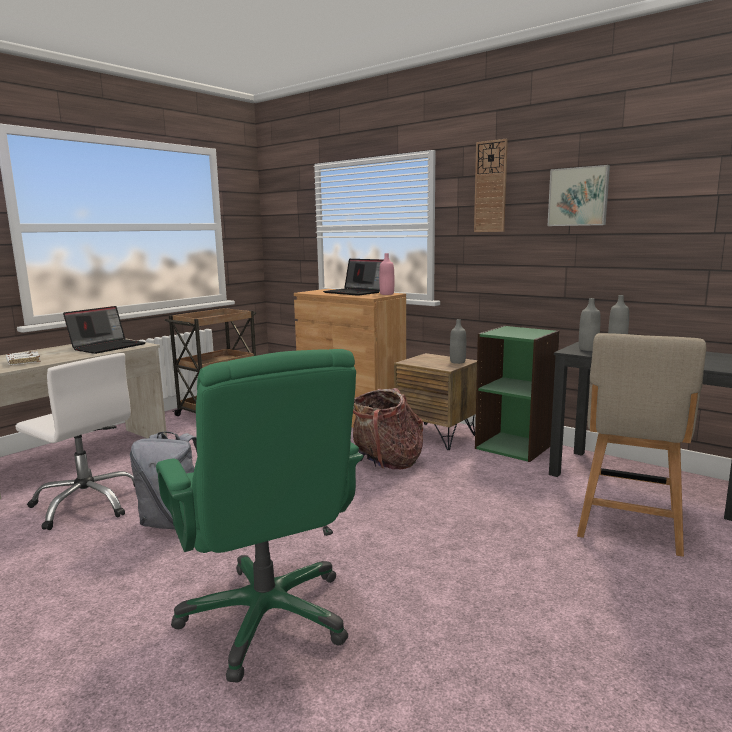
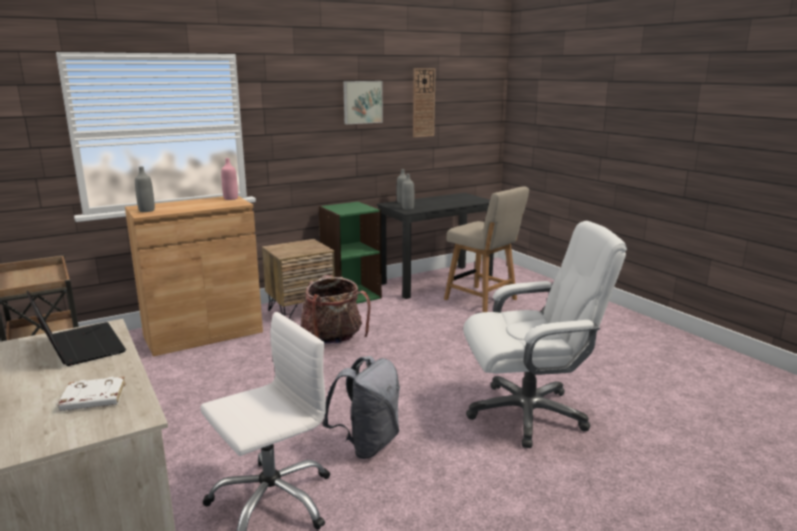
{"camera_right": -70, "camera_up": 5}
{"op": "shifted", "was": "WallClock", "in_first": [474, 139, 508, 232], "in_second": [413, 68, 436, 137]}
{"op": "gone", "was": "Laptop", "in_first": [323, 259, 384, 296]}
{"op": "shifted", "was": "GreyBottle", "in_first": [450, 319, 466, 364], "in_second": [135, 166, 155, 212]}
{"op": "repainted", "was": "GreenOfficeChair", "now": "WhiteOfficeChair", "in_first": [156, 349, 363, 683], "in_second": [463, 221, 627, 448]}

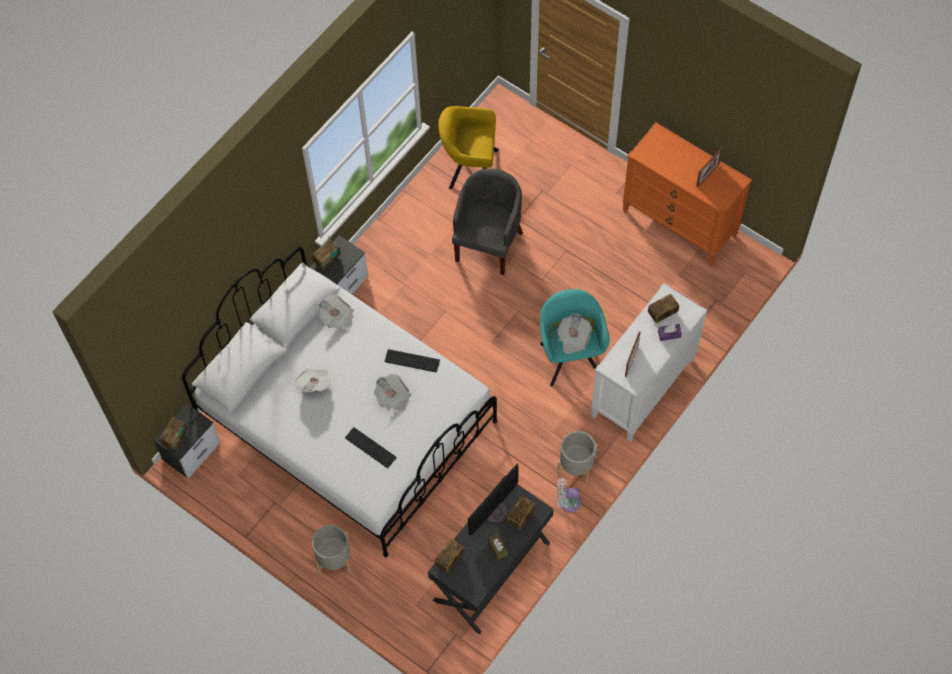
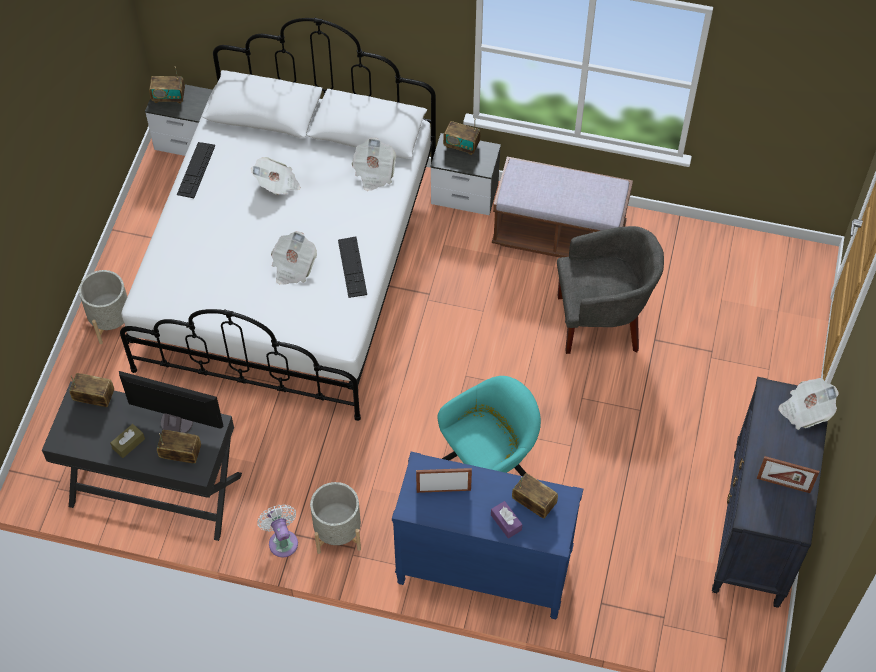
{"camera_right": 65, "camera_up": -5}
{"op": "gone", "was": "YellowArmchair", "in_first": [438, 106, 499, 189]}
{"op": "repainted", "was": "OrangeDresser", "now": "BlackDresser", "in_first": [622, 122, 752, 266], "in_second": [712, 377, 828, 608]}
{"op": "repainted", "was": "WhiteDresser", "now": "BlueDresser", "in_first": [591, 283, 707, 442], "in_second": [392, 452, 583, 620]}
{"op": "shifted", "was": "Newspaper", "in_first": [557, 313, 592, 354], "in_second": [779, 378, 839, 430]}
{"op": "shifted", "was": "Keyboard", "in_first": [345, 427, 397, 468], "in_second": [177, 142, 215, 198]}
{"op": "new", "now": "BrownBench", "in_second": [492, 157, 633, 258]}

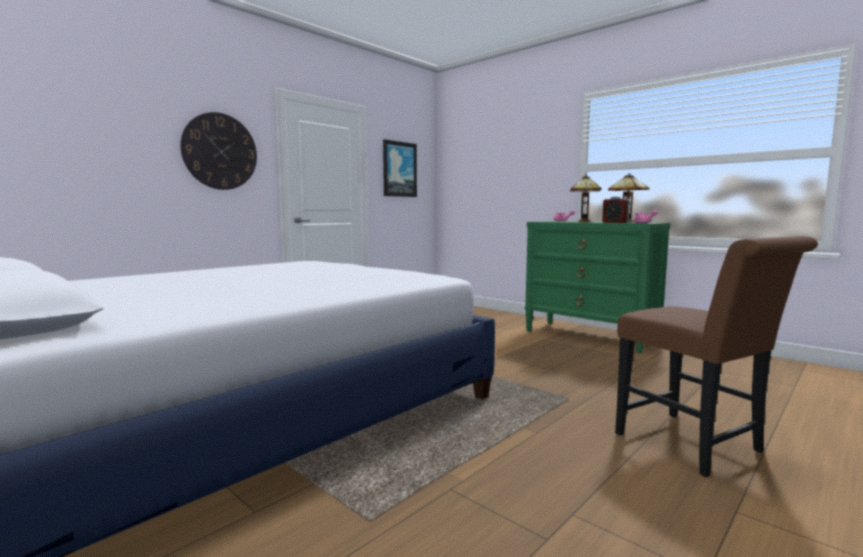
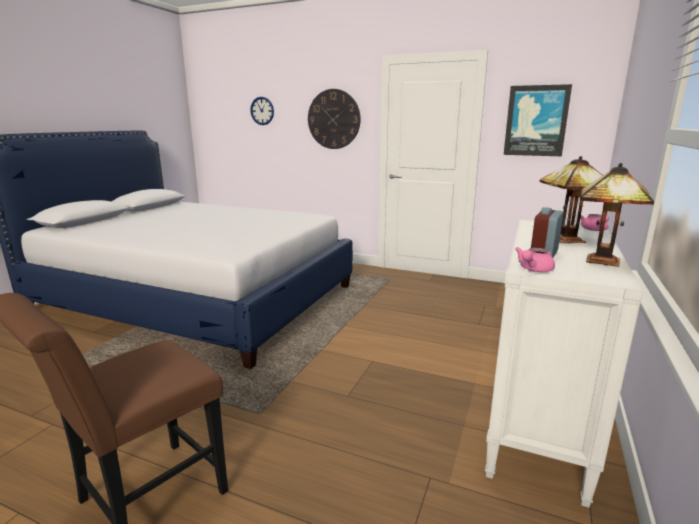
{"camera_right": 70, "camera_up": 10}
{"op": "repainted", "was": "GreenDresser", "now": "WhiteDresser", "in_first": [525, 221, 671, 353], "in_second": [485, 219, 643, 508]}
{"op": "new", "now": "WallClock", "in_second": [250, 97, 274, 125]}

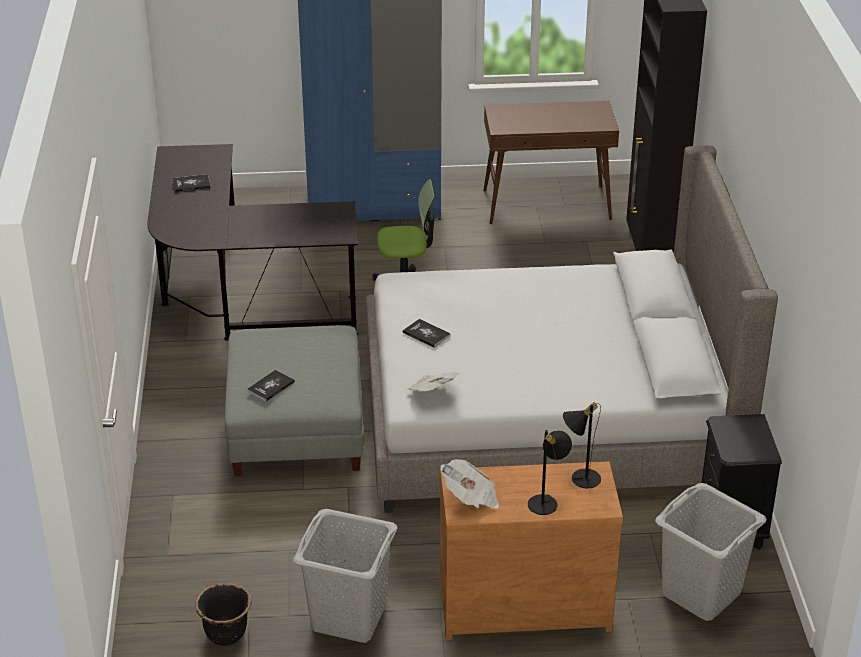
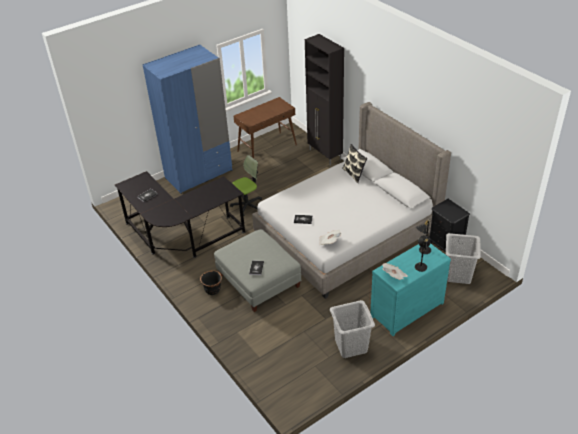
{"camera_right": -30, "camera_up": 5}
{"op": "repainted", "was": "BrownDresser", "now": "TurquoiseDresser", "in_first": [440, 461, 623, 640], "in_second": [370, 243, 451, 336]}
{"op": "shifted", "was": "BlackPlanter", "in_first": [195, 582, 252, 646], "in_second": [200, 270, 222, 295]}
{"op": "new", "now": "Pillow", "in_second": [342, 144, 367, 183]}

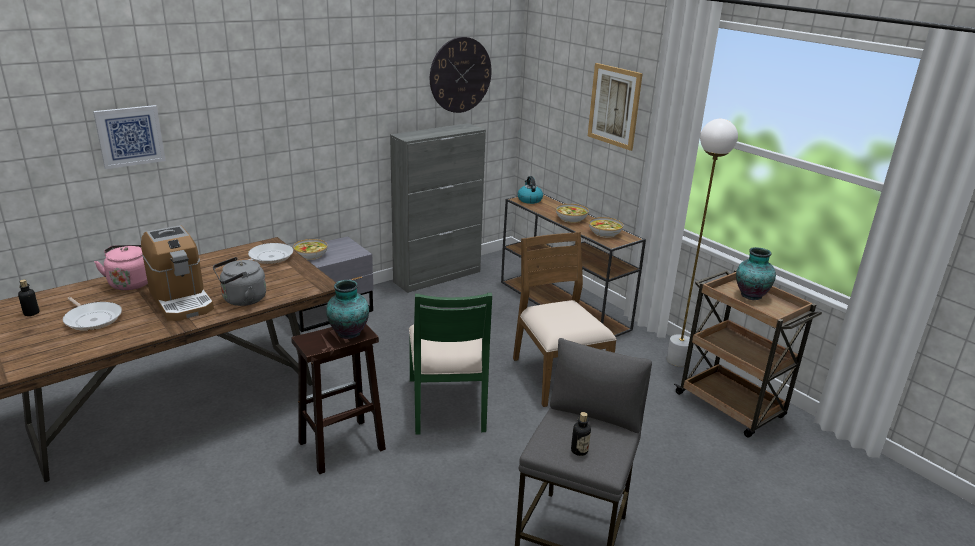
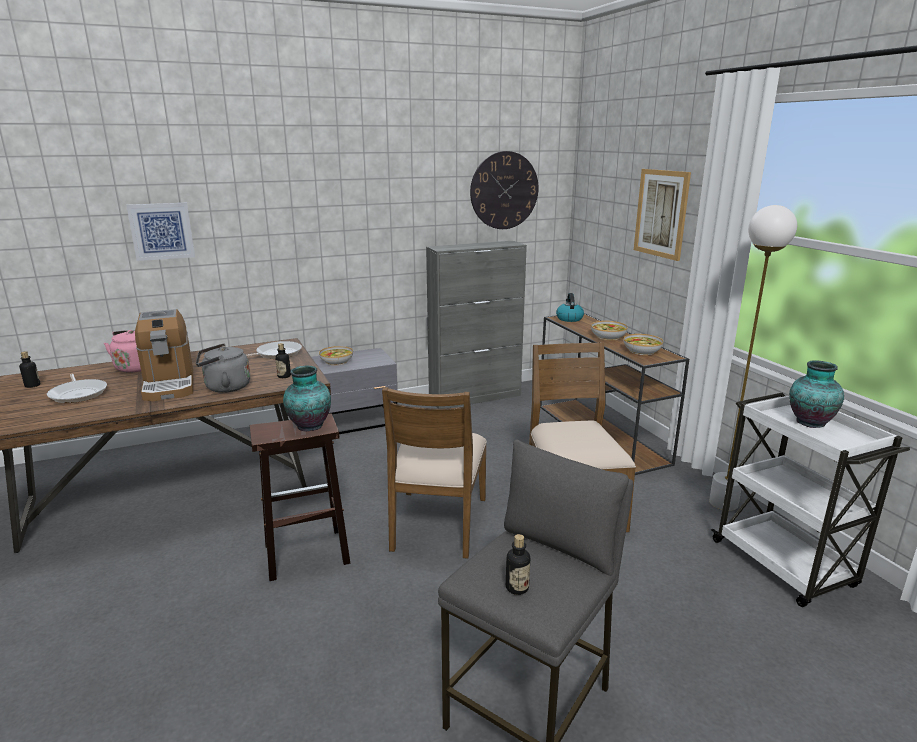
{"camera_right": 15, "camera_up": -5}
{"op": "repainted", "was": "BrownCart", "now": "WhiteCart", "in_first": [674, 270, 822, 438], "in_second": [711, 393, 910, 607]}
{"op": "repainted", "was": "GreenChair", "now": "BrownChair", "in_first": [409, 293, 492, 435], "in_second": [382, 387, 487, 559]}
{"op": "new", "now": "Bottle", "in_second": [275, 343, 291, 378]}

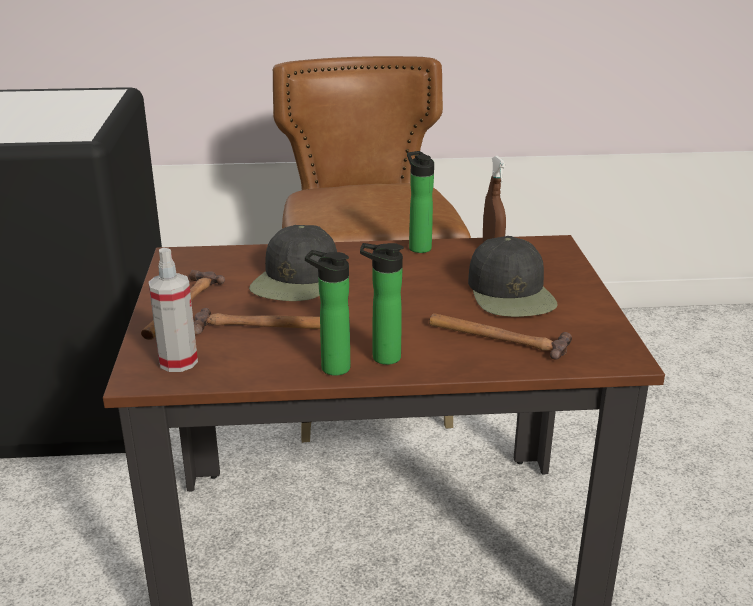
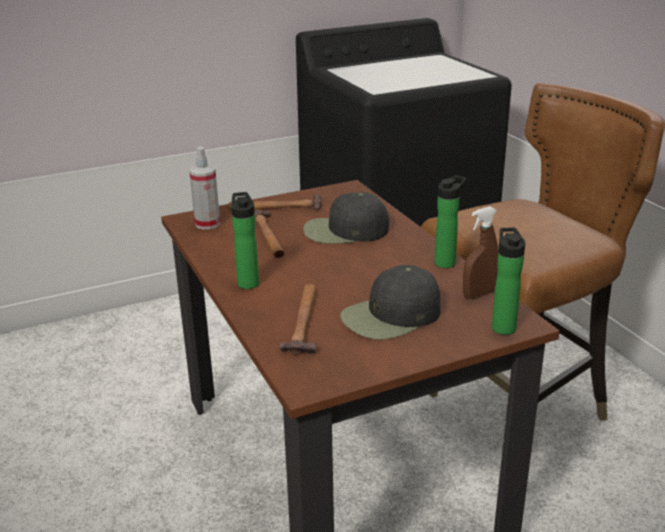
{"camera_right": 70, "camera_up": 0}
{"op": "shifted", "was": "Bottle", "in_first": [305, 250, 350, 376], "in_second": [492, 228, 525, 335]}

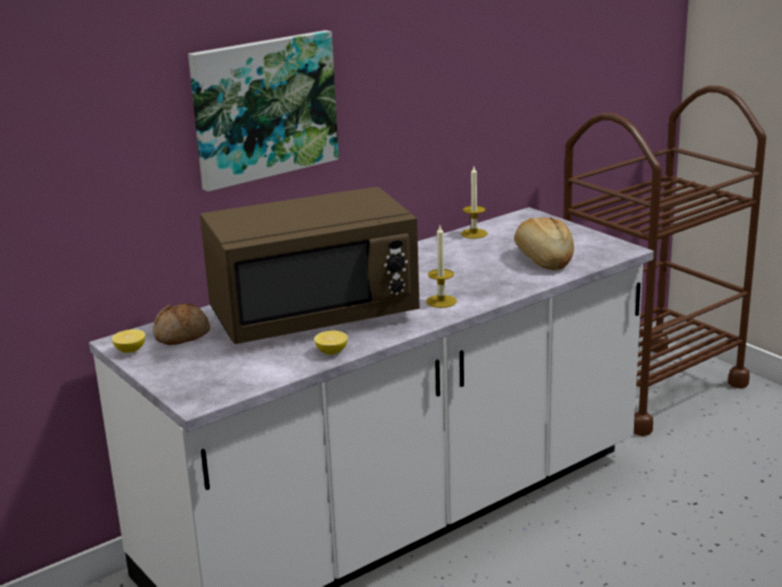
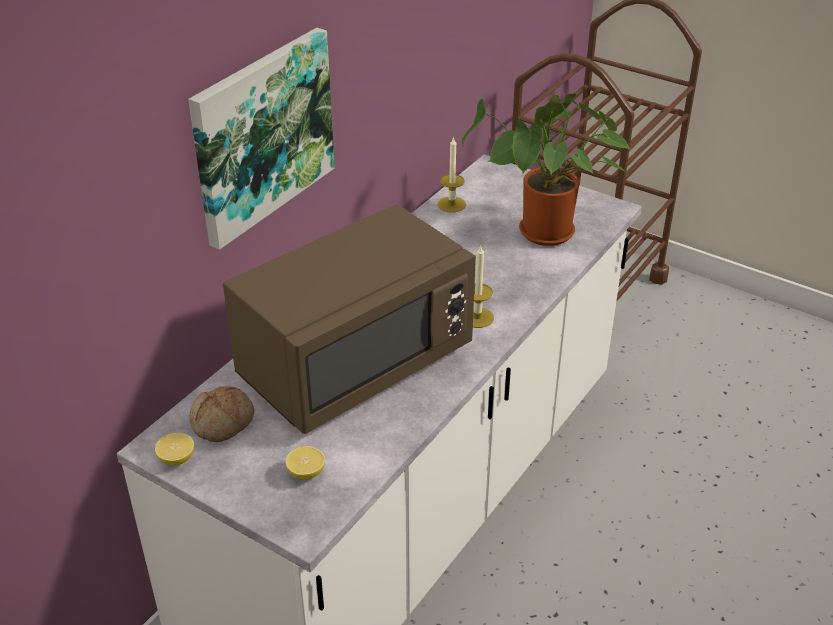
{"camera_right": -20, "camera_up": 15}
{"op": "swapped", "was": "Bread", "now": "PottedPlant", "in_first": [514, 217, 574, 270], "in_second": [462, 93, 631, 246]}
{"op": "shifted", "was": "Lemon", "in_first": [314, 331, 348, 355], "in_second": [285, 446, 325, 480]}

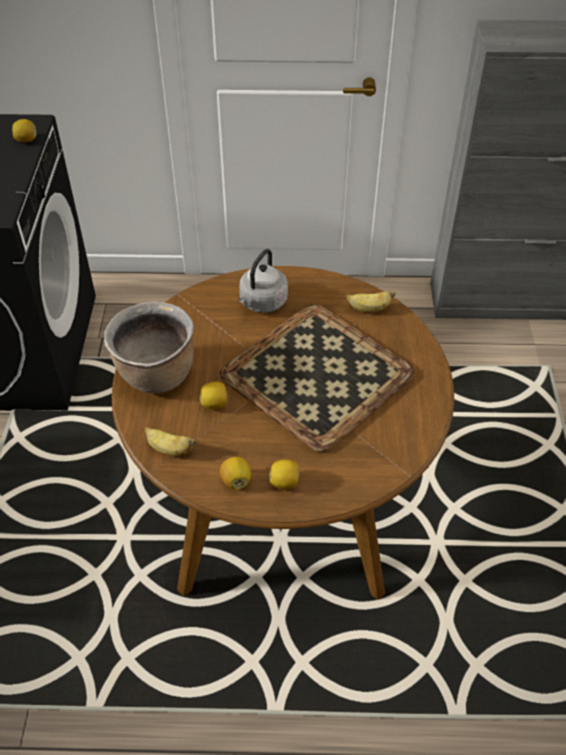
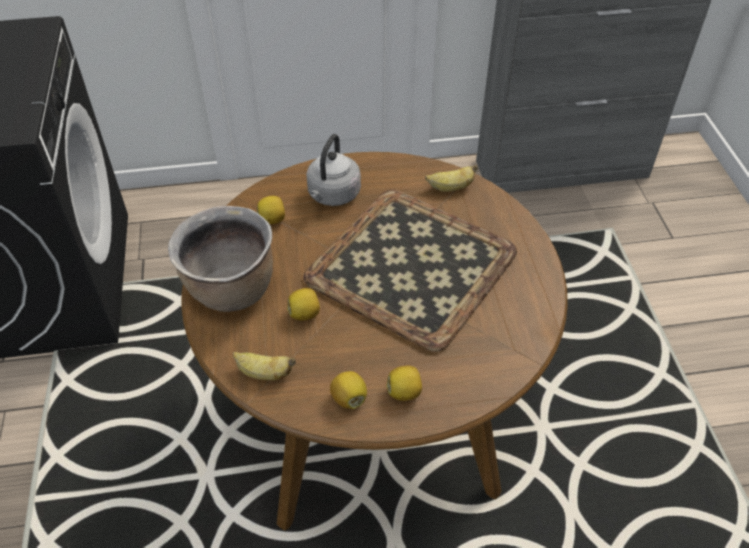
{"camera_right": -10, "camera_up": 0}
{"op": "shifted", "was": "Lemon", "in_first": [12, 119, 37, 142], "in_second": [257, 196, 285, 224]}

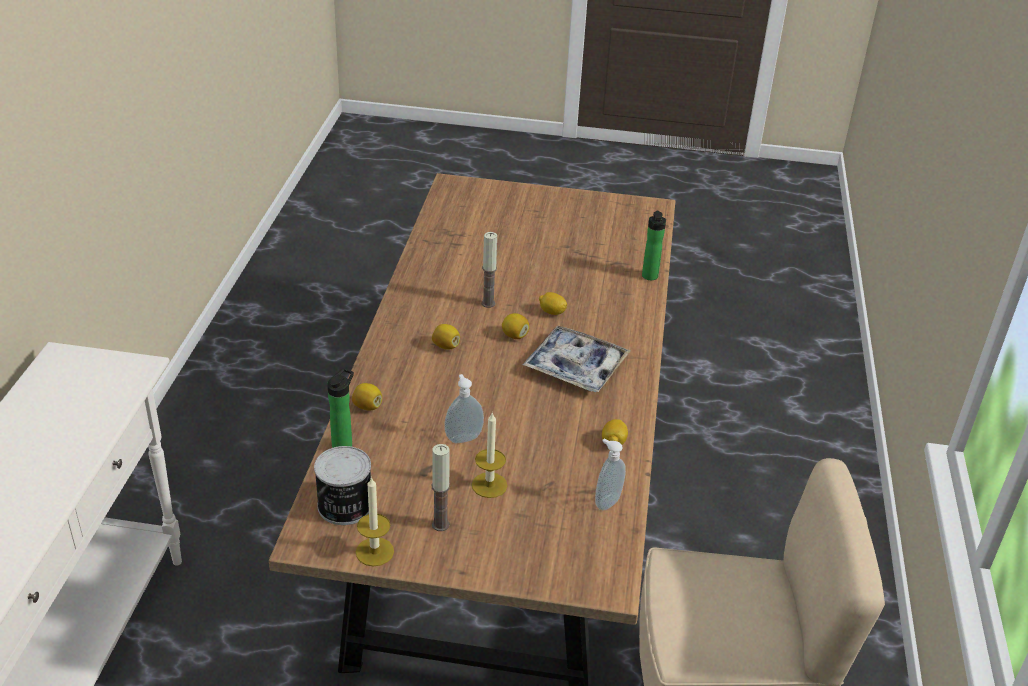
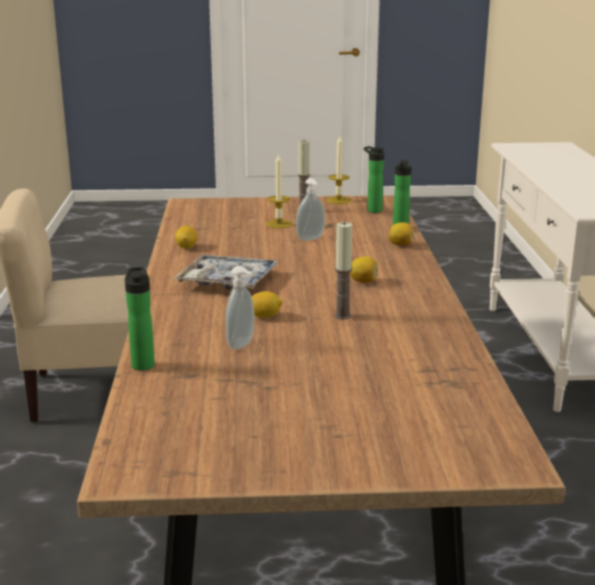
{"camera_right": 170, "camera_up": -15}
{"op": "gone", "was": "Lemon", "in_first": [502, 313, 530, 339]}
{"op": "shifted", "was": "SoapDispenser", "in_first": [595, 439, 626, 510], "in_second": [226, 266, 254, 350]}
{"op": "swapped", "was": "Can", "now": "Bottle", "in_first": [314, 446, 371, 525], "in_second": [364, 146, 384, 213]}

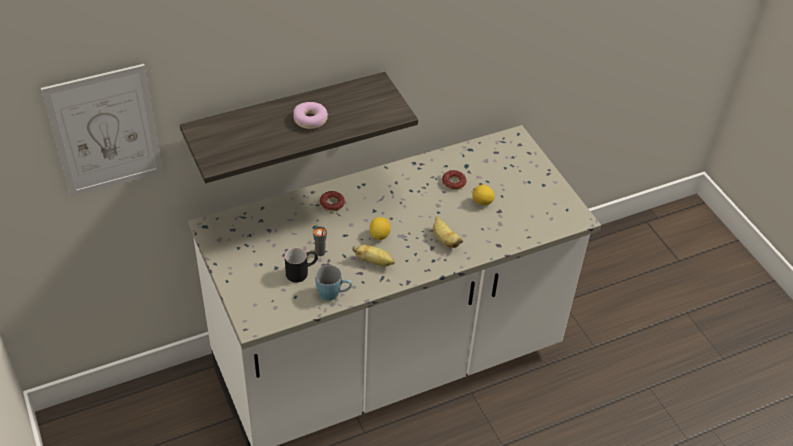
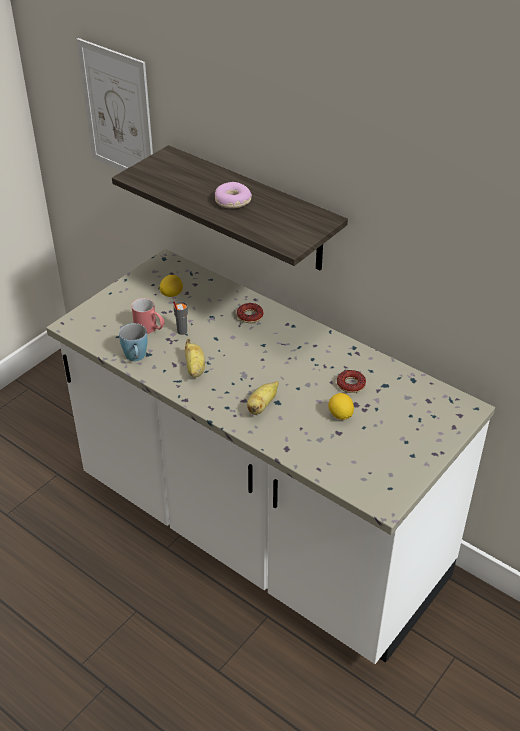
{"camera_right": 65, "camera_up": -5}
{"op": "shifted", "was": "Lemon", "in_first": [370, 217, 391, 240], "in_second": [160, 275, 183, 297]}
{"op": "repainted", "was": "BlackMug", "now": "RedMug", "in_first": [285, 248, 318, 283], "in_second": [131, 298, 165, 334]}

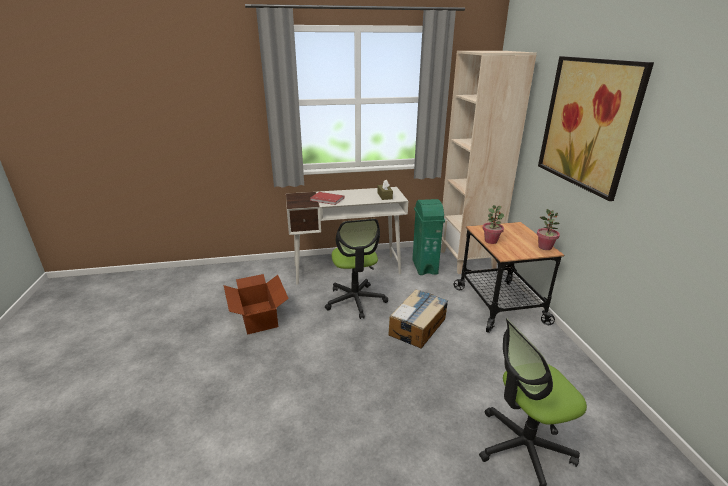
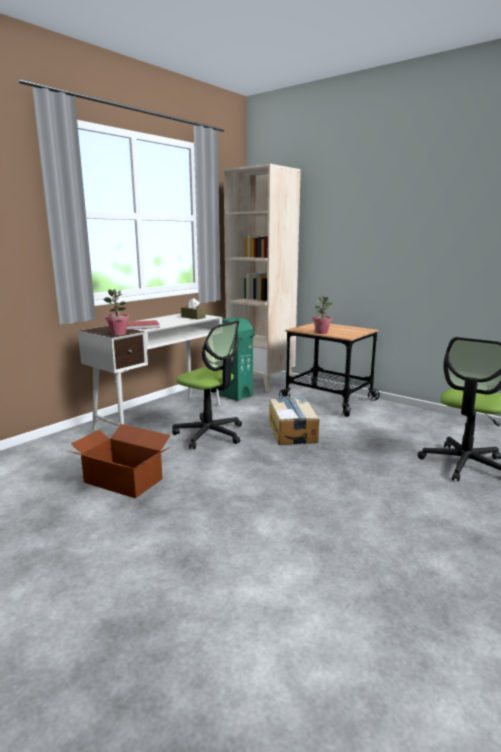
{"camera_right": -40, "camera_up": -10}
{"op": "gone", "was": "Picture", "in_first": [538, 56, 654, 201]}
{"op": "shifted", "was": "PottedPlant", "in_first": [537, 209, 560, 250], "in_second": [103, 289, 129, 336]}

